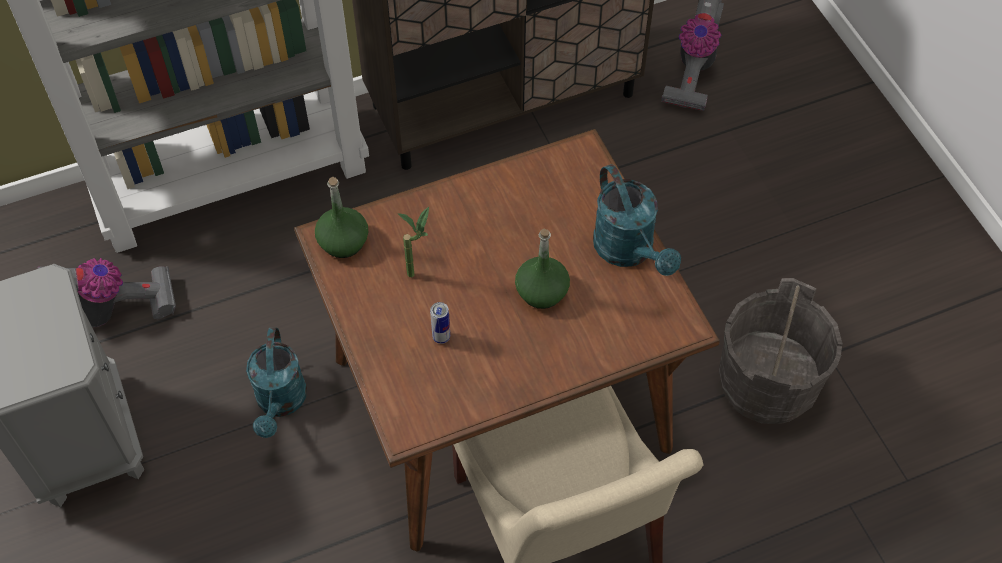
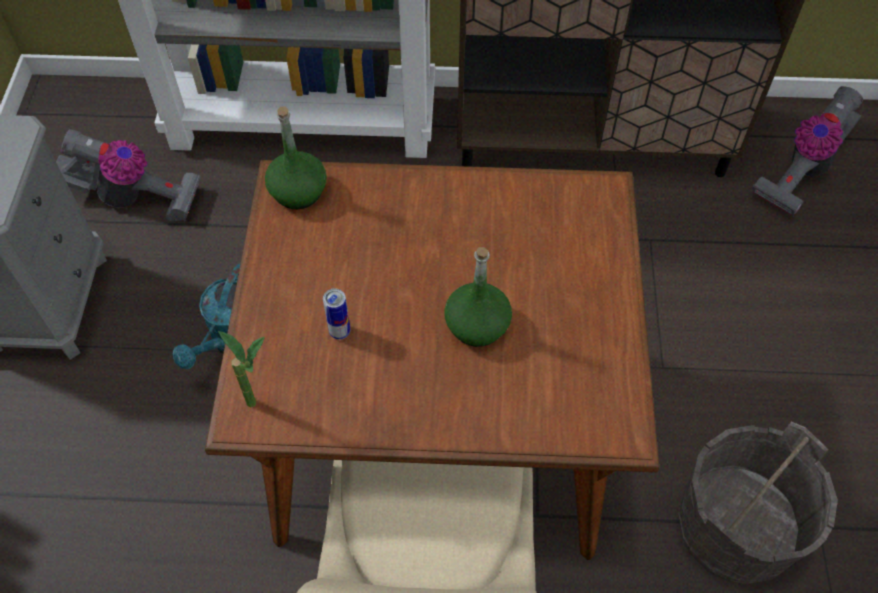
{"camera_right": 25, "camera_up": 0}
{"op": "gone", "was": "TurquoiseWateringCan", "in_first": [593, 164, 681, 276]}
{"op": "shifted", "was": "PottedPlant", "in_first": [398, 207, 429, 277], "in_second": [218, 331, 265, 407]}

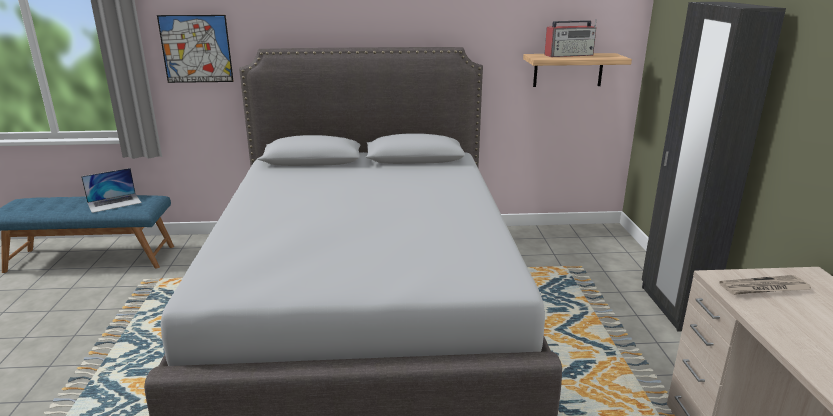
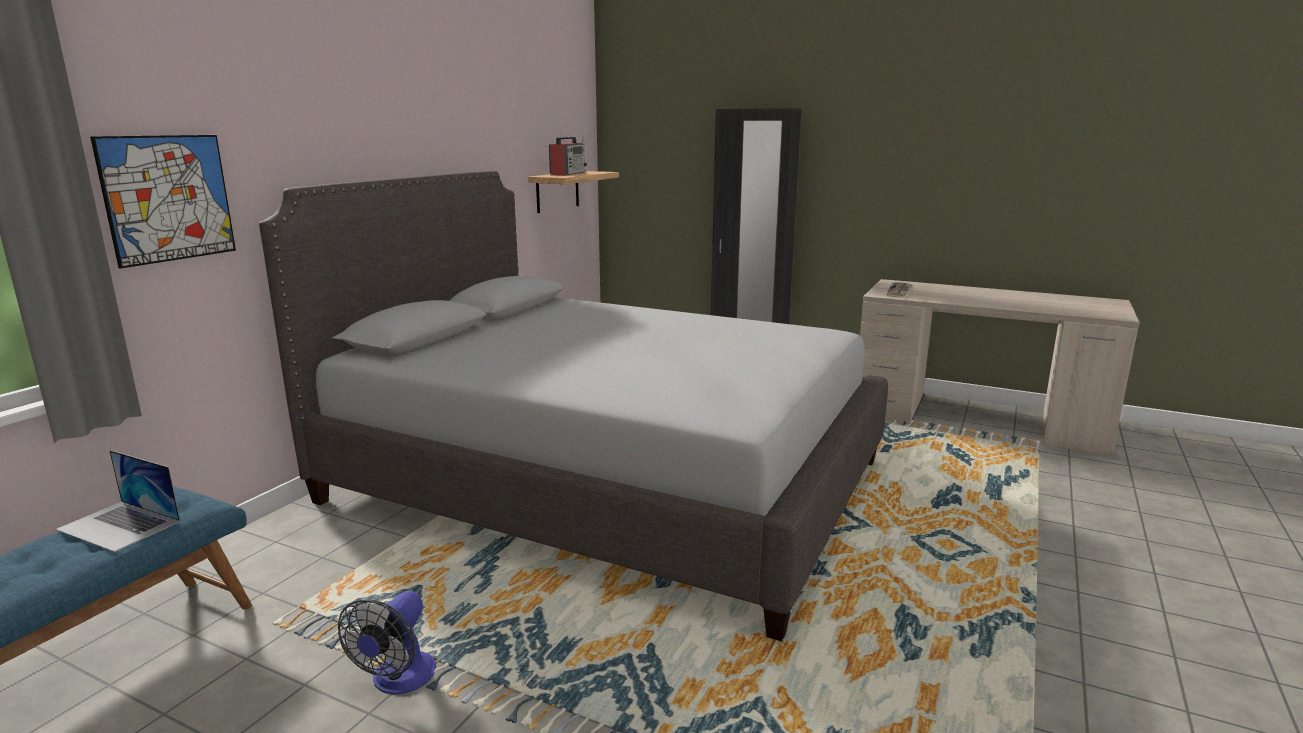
{"camera_right": -60, "camera_up": -5}
{"op": "rotated", "was": "Laptop", "in_first": [81, 168, 142, 213], "in_second": [56, 450, 180, 552], "clockwise": 120}
{"op": "new", "now": "Fan", "in_second": [338, 591, 436, 695]}

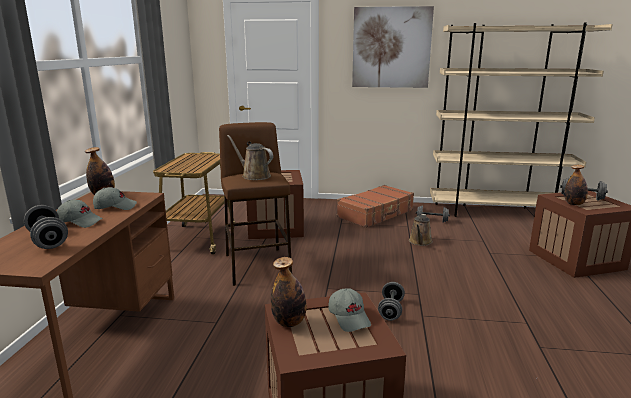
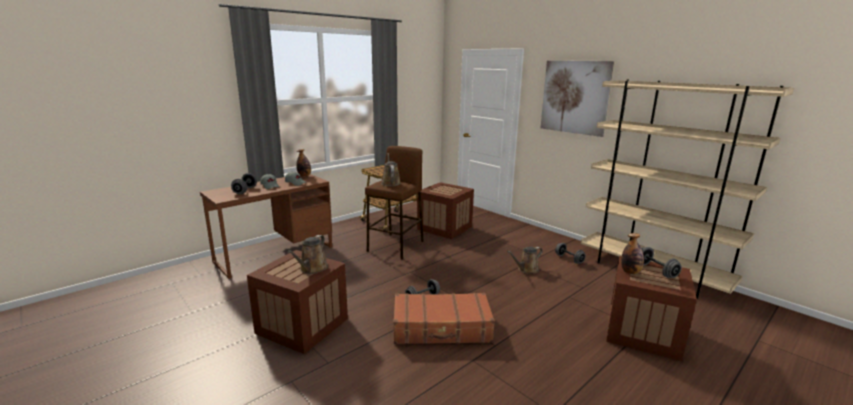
{"camera_right": 40, "camera_up": 0}
{"op": "shifted", "was": "BrownSuitcase", "in_first": [337, 185, 414, 228], "in_second": [393, 293, 495, 344]}
{"op": "gone", "was": "Bottle", "in_first": [271, 257, 307, 327]}
{"op": "swapped", "was": "GreyCap", "now": "BrownWateringCan", "in_first": [328, 288, 371, 332], "in_second": [287, 235, 328, 274]}

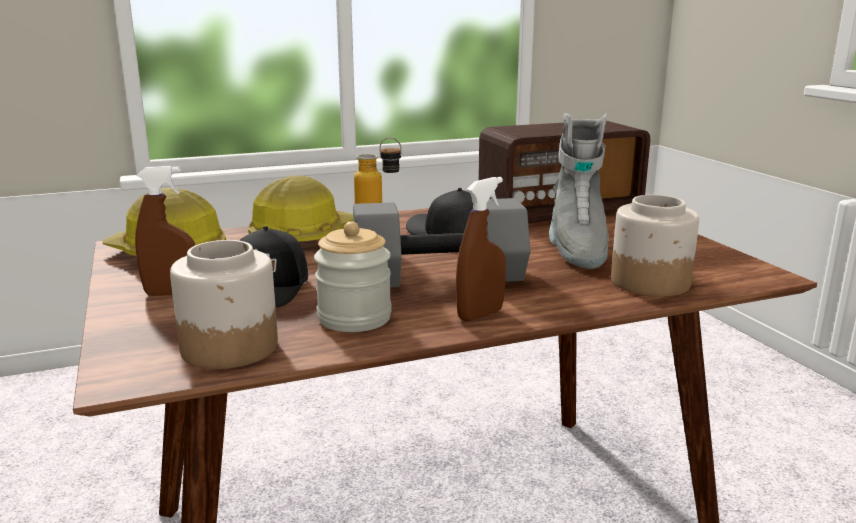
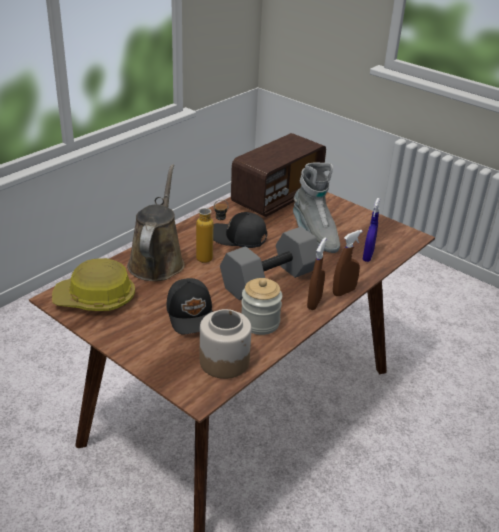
{"camera_right": -30, "camera_up": 15}
{"op": "shifted", "was": "BrownSprayBottle", "in_first": [135, 166, 195, 296], "in_second": [333, 230, 363, 296]}
{"op": "swapped", "was": "HardHat", "now": "BrownWateringCan", "in_first": [248, 175, 353, 243], "in_second": [127, 164, 185, 281]}
{"op": "swapped", "was": "Jar", "now": "BlueSprayBottle", "in_first": [611, 195, 699, 297], "in_second": [363, 198, 380, 262]}

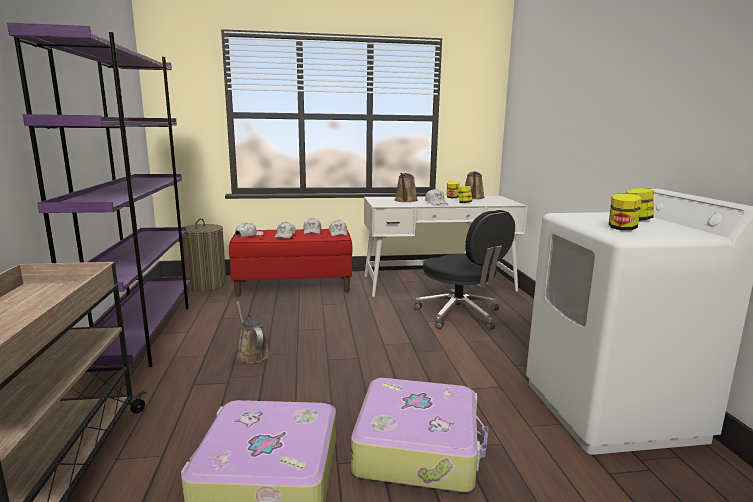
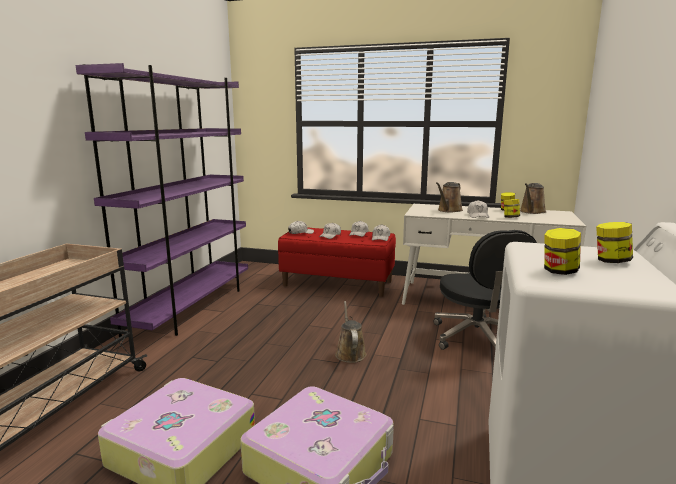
{"camera_right": 25, "camera_up": 0}
{"op": "gone", "was": "LaundryBasket", "in_first": [182, 219, 226, 291]}
{"op": "shifted", "was": "BrownWateringCan", "in_first": [236, 301, 270, 363], "in_second": [335, 301, 367, 363]}

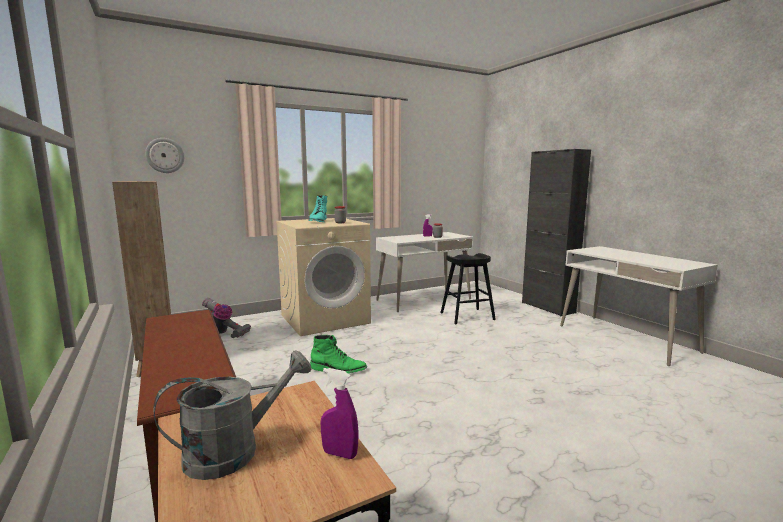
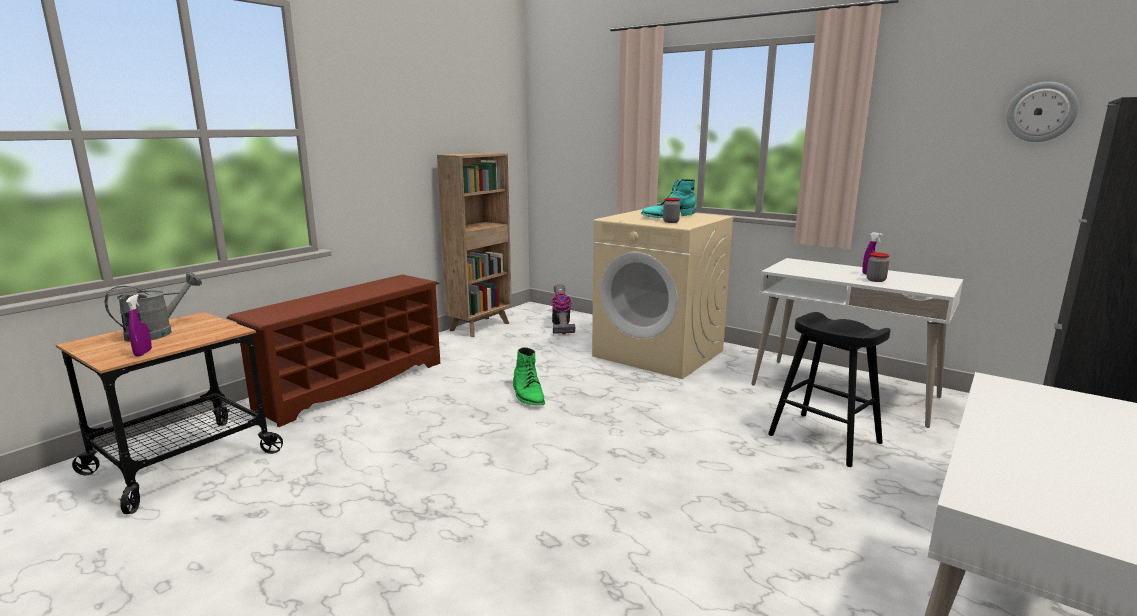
{"camera_right": 65, "camera_up": 5}
{"op": "shifted", "was": "WallClock", "in_first": [145, 138, 184, 173], "in_second": [1006, 82, 1079, 142]}
{"op": "rotated", "was": "GreyWateringCan", "in_first": [153, 350, 312, 480], "in_second": [105, 272, 202, 342], "clockwise": -90}

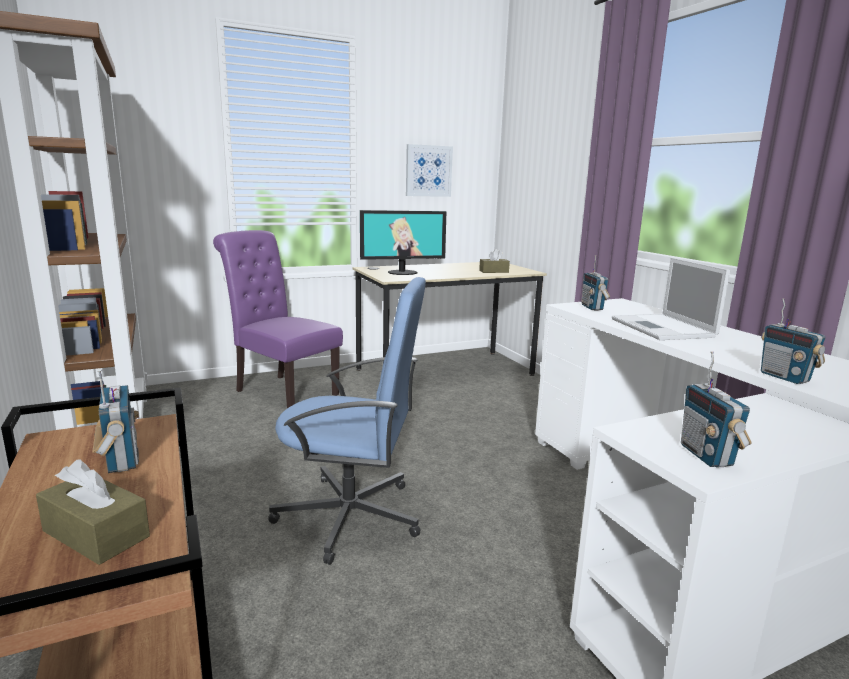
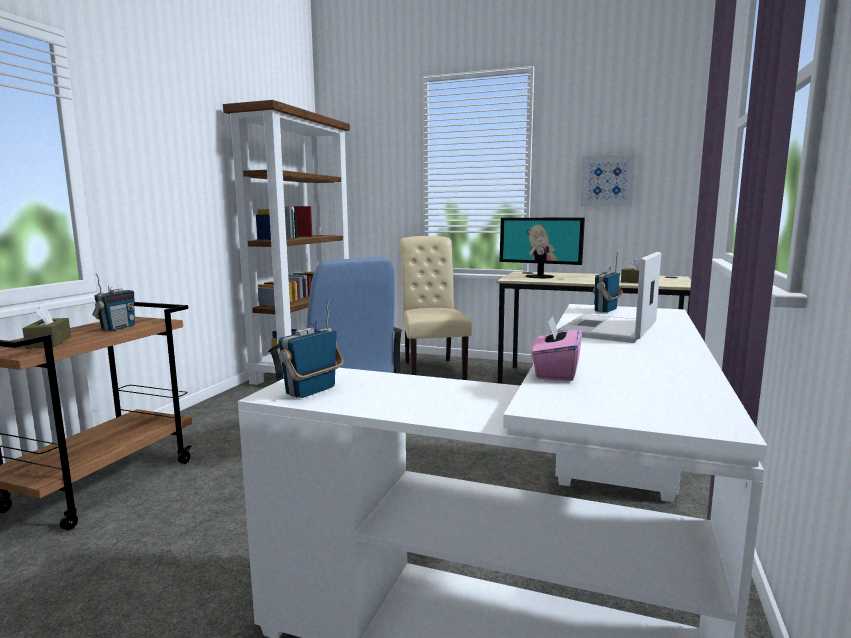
{"camera_right": 45, "camera_up": -5}
{"op": "repainted", "was": "PurpleChair", "now": "BeigeChair", "in_first": [213, 230, 343, 408], "in_second": [399, 236, 472, 380]}
{"op": "swapped", "was": "Radio", "now": "PinkTissueBox", "in_first": [761, 298, 826, 384], "in_second": [531, 316, 582, 381]}

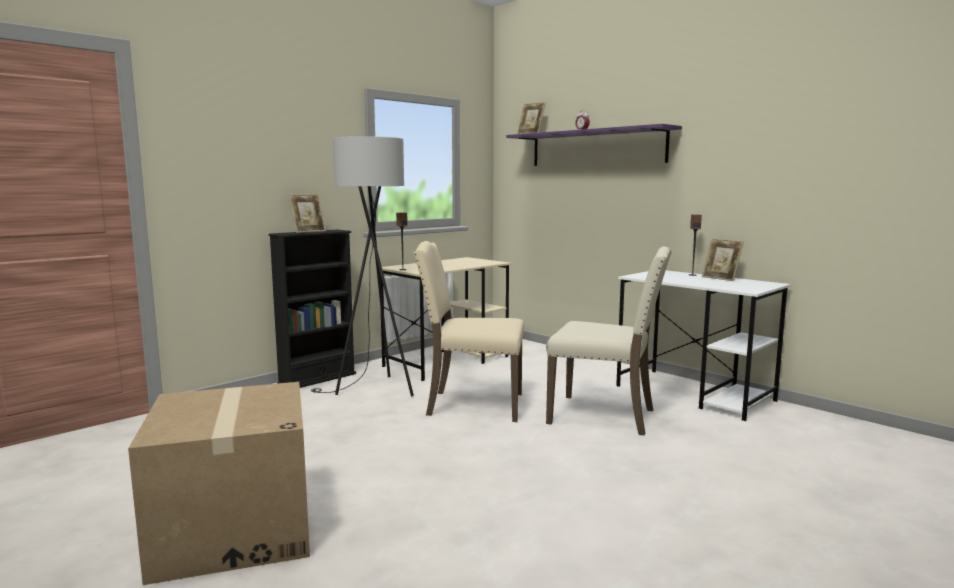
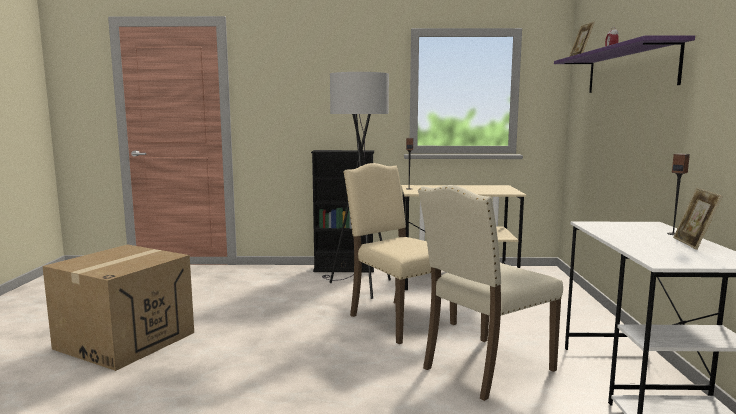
{"camera_right": 45, "camera_up": 0}
{"op": "gone", "was": "PictureFrame", "in_first": [289, 194, 326, 233]}
{"op": "rotated", "was": "BeigeChair", "in_first": [546, 246, 672, 435], "in_second": [418, 185, 563, 401], "clockwise": 75}

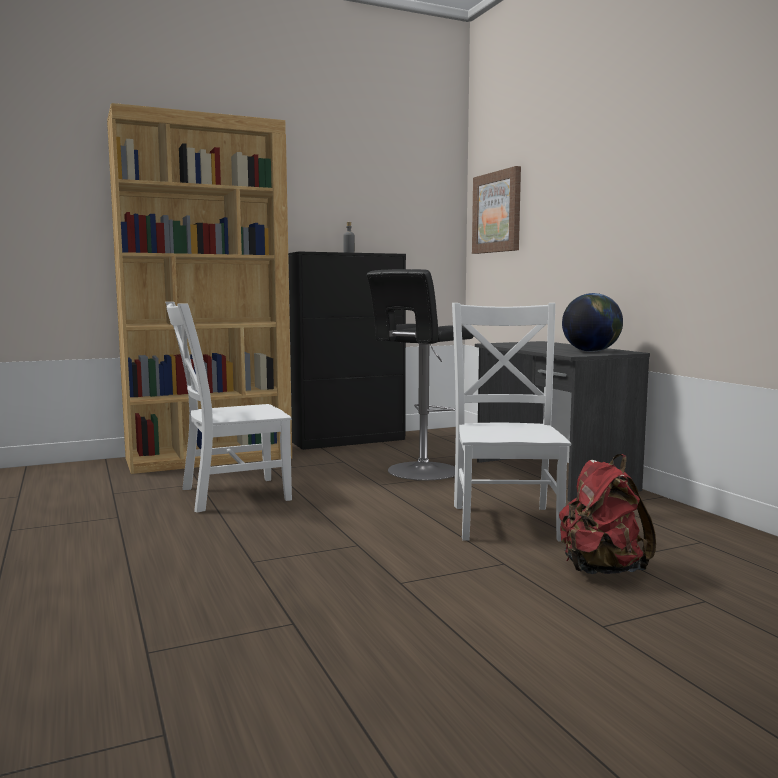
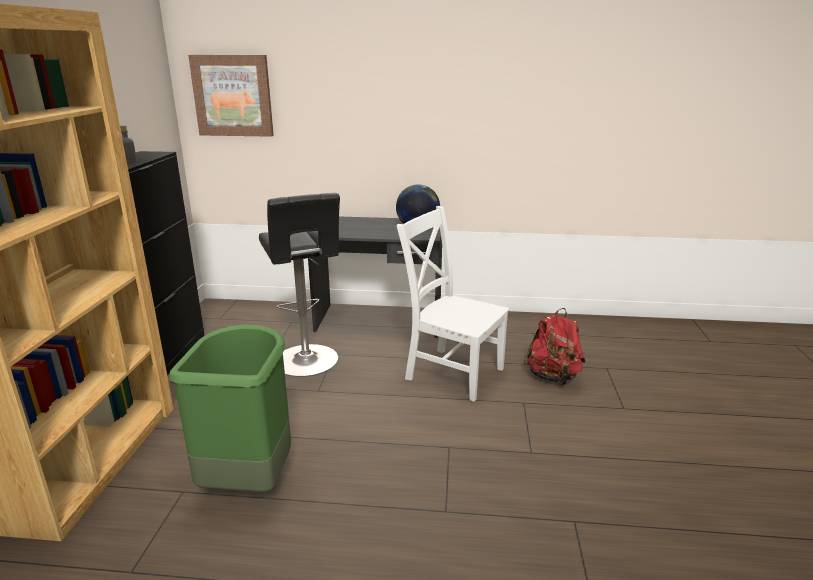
{"camera_right": -60, "camera_up": 15}
{"op": "swapped", "was": "WhiteChair", "now": "GreenTrashCan", "in_first": [165, 302, 292, 513], "in_second": [169, 325, 291, 492]}

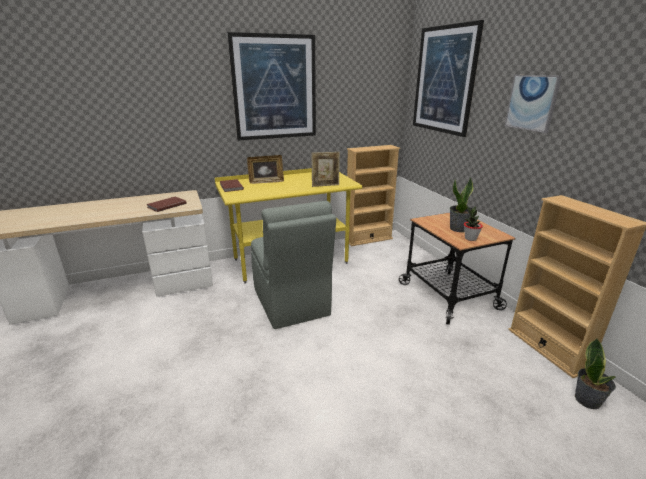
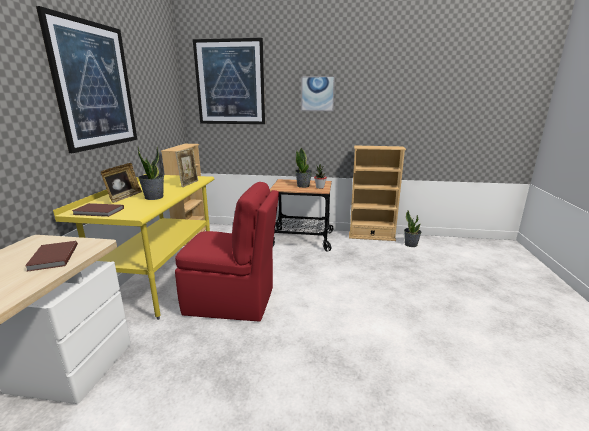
{"camera_right": -60, "camera_up": -5}
{"op": "repainted", "was": "GreyChair", "now": "RedChair", "in_first": [251, 201, 336, 329], "in_second": [175, 182, 279, 322]}
{"op": "new", "now": "PottedPlant", "in_second": [138, 147, 164, 200]}

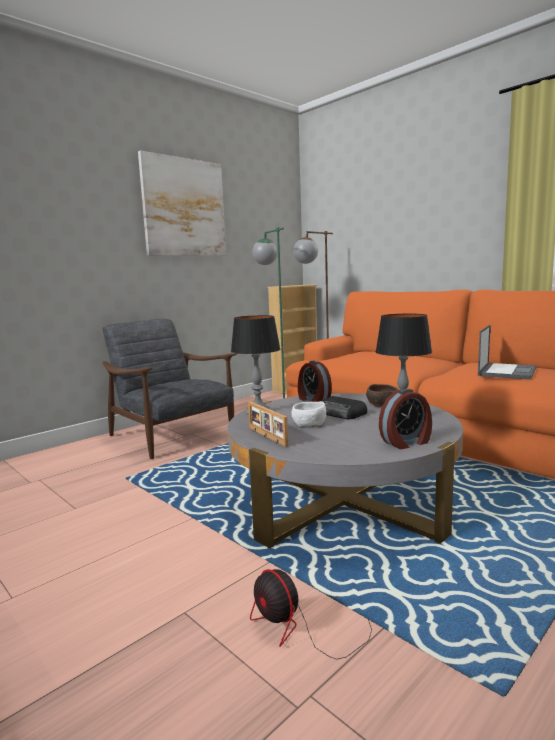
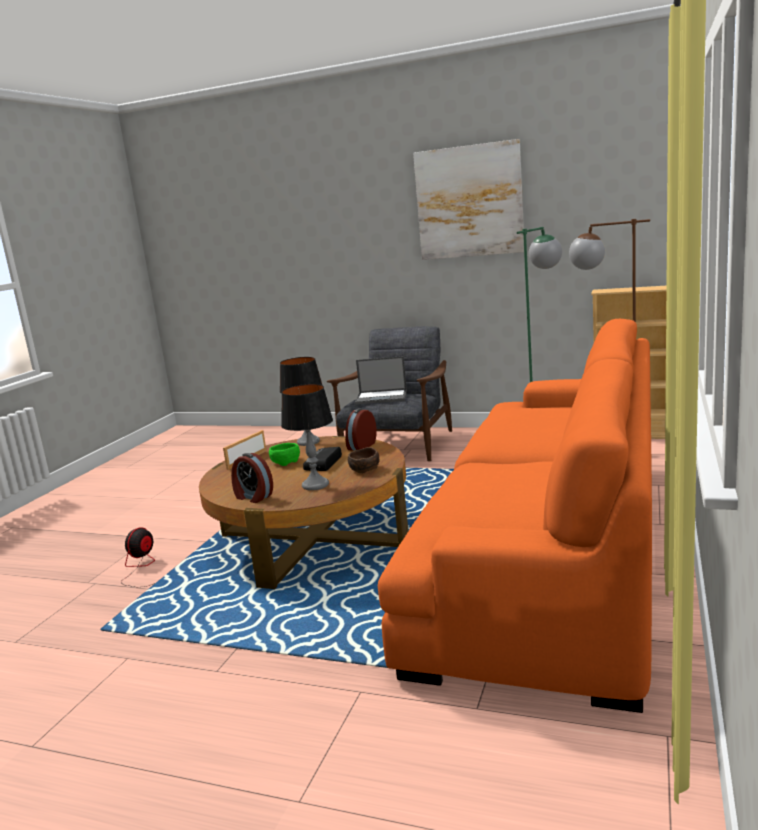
{"camera_right": 65, "camera_up": 5}
{"op": "shifted", "was": "Laptop", "in_first": [478, 325, 536, 380], "in_second": [355, 356, 407, 404]}
{"op": "repainted", "was": "GreyCoffeeTable", "now": "BrownCoffeeTable", "in_first": [227, 393, 463, 548], "in_second": [199, 436, 408, 589]}
{"op": "repainted", "was": "WhiteBowl", "now": "GreenBowl", "in_first": [291, 401, 326, 426], "in_second": [269, 443, 300, 466]}

